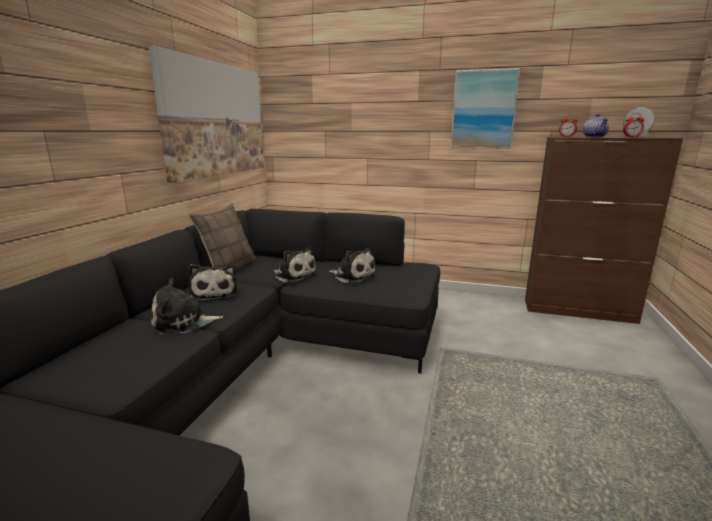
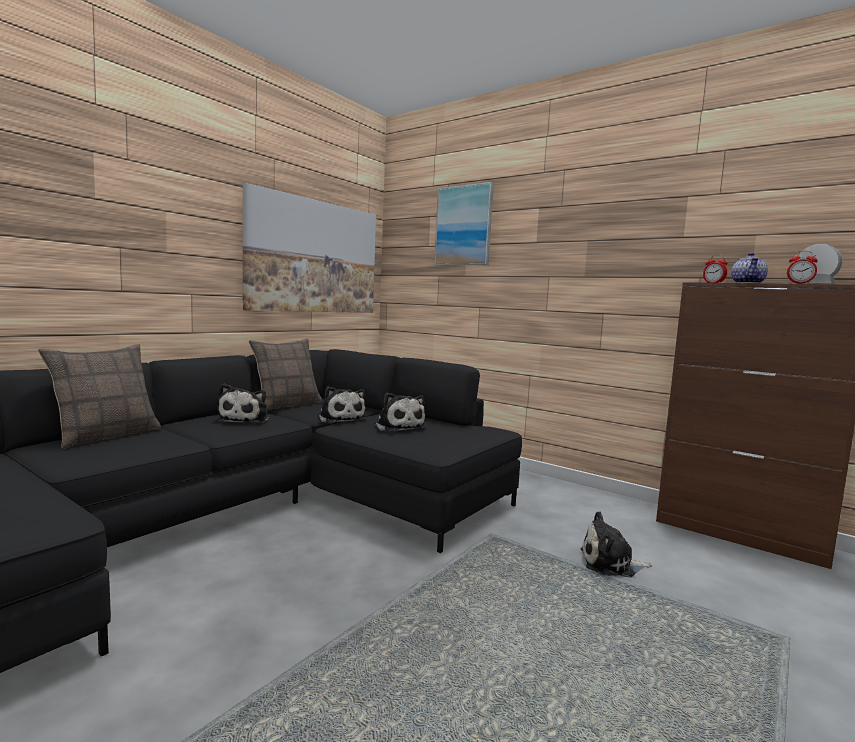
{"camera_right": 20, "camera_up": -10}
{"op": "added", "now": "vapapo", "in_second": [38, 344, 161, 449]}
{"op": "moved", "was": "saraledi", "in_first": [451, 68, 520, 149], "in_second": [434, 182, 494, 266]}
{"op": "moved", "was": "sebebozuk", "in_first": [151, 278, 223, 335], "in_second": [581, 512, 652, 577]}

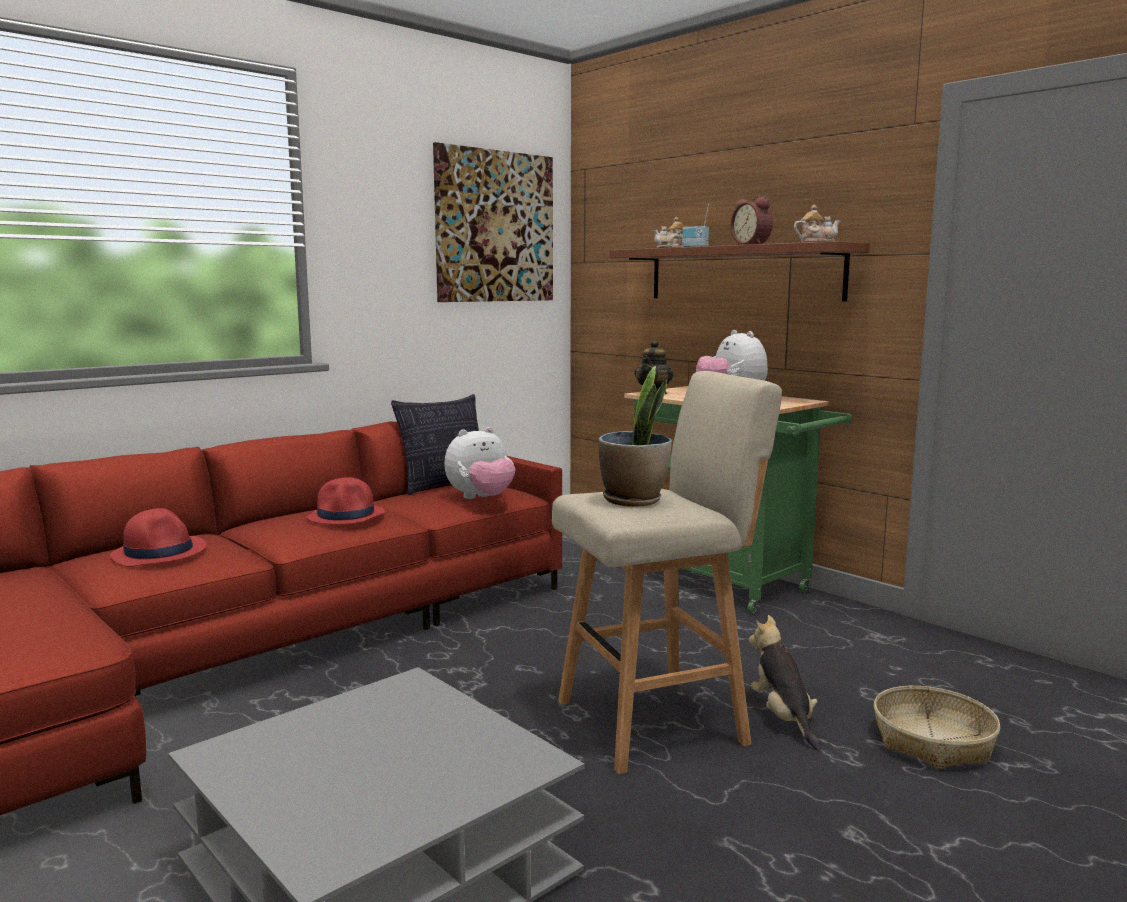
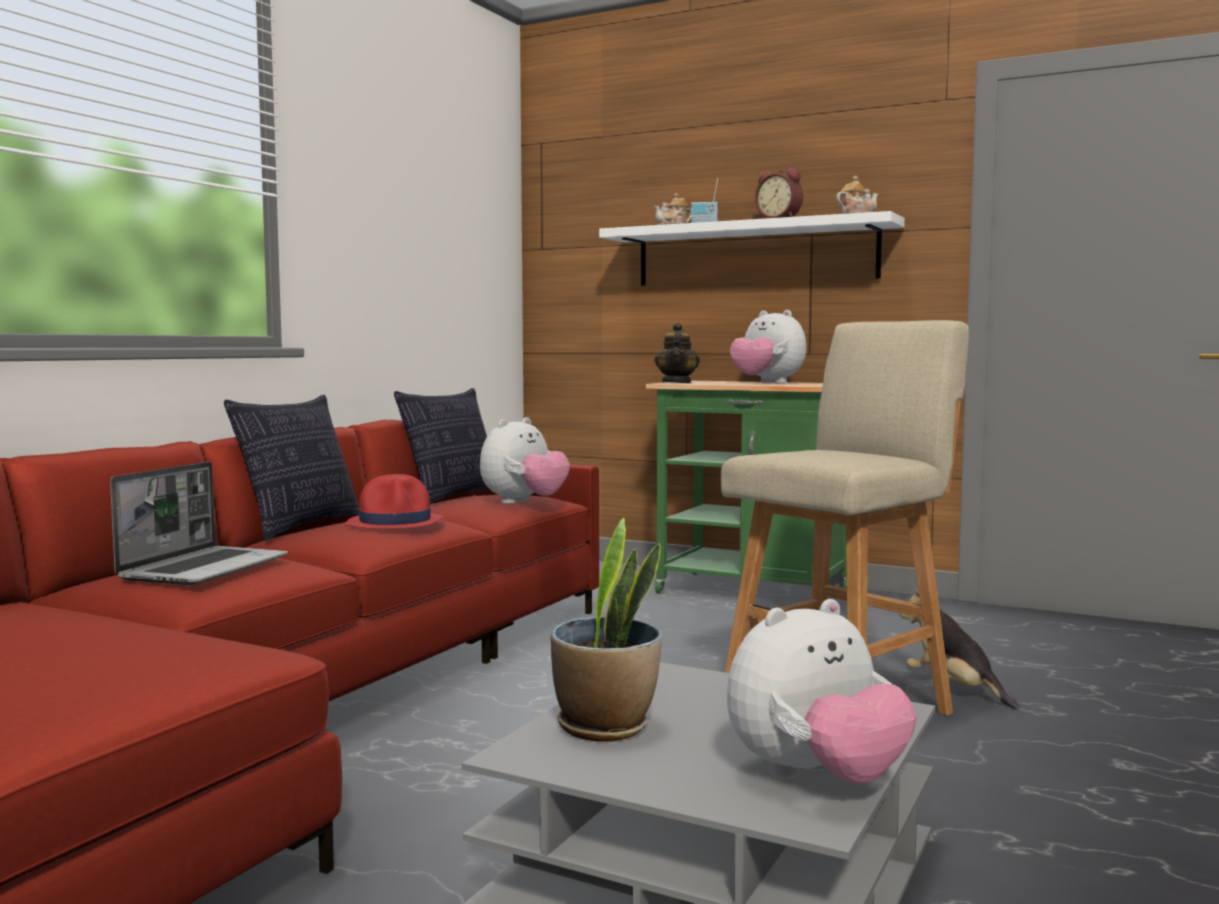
{"camera_right": -20, "camera_up": -5}
{"op": "replaced", "was": "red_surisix", "now": "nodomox", "in_first": [110, 508, 207, 567], "in_second": [110, 462, 288, 585]}
{"op": "added", "now": "vapapo", "in_second": [224, 395, 360, 540]}
{"op": "moved", "was": "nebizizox", "in_first": [599, 366, 672, 507], "in_second": [551, 518, 662, 742]}
{"op": "recoloured", "was": "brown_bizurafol", "now": "white_bizurafol", "in_first": [609, 241, 870, 302], "in_second": [599, 211, 905, 286]}
{"op": "added", "now": "sebebozuk", "in_second": [727, 599, 917, 784]}
{"op": "removed", "was": "saraledi", "in_first": [433, 142, 553, 302]}
{"op": "removed", "was": "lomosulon", "in_first": [874, 686, 1001, 770]}

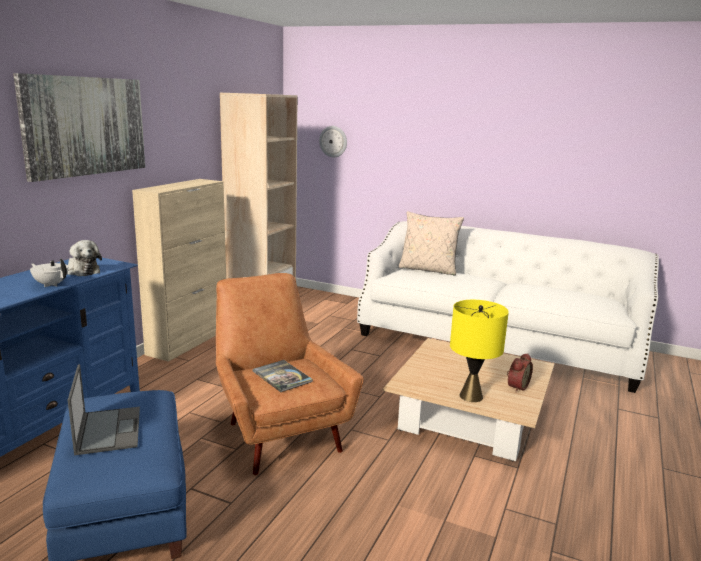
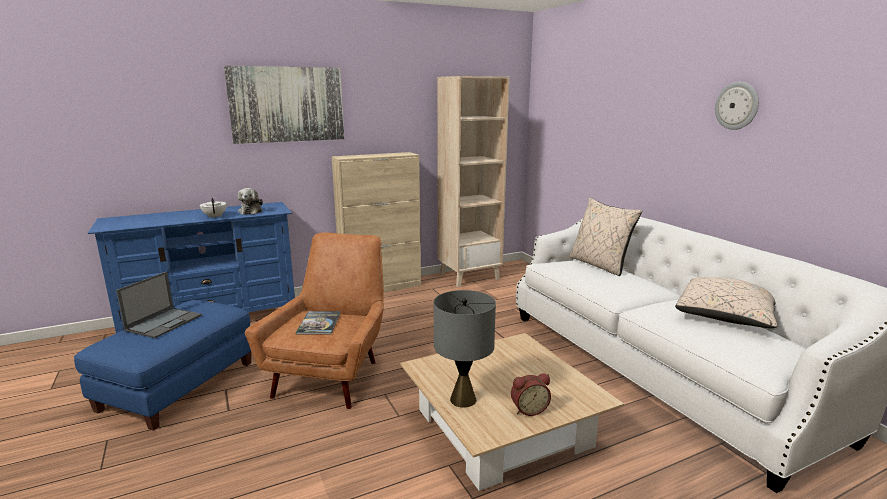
{"camera_right": 40, "camera_up": 0}
{"op": "recoloured", "was": "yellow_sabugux", "now": "grey_sabugux", "in_first": [450, 300, 509, 402], "in_second": [434, 290, 496, 408]}
{"op": "added", "now": "beige_vapapo", "in_second": [675, 277, 778, 328]}
{"op": "moved", "was": "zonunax", "in_first": [319, 126, 347, 158], "in_second": [715, 82, 759, 130]}

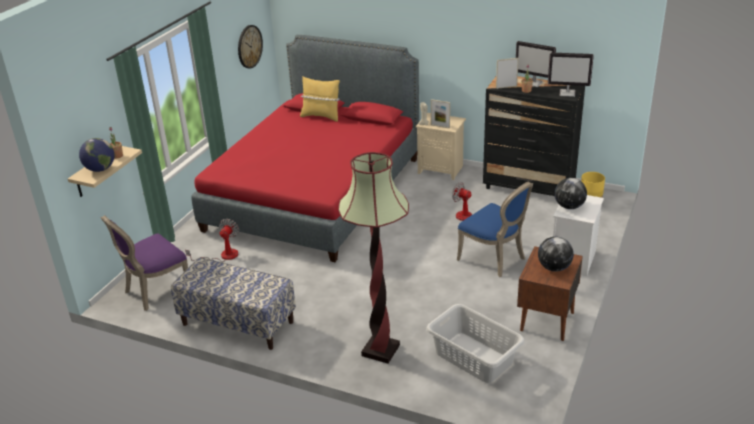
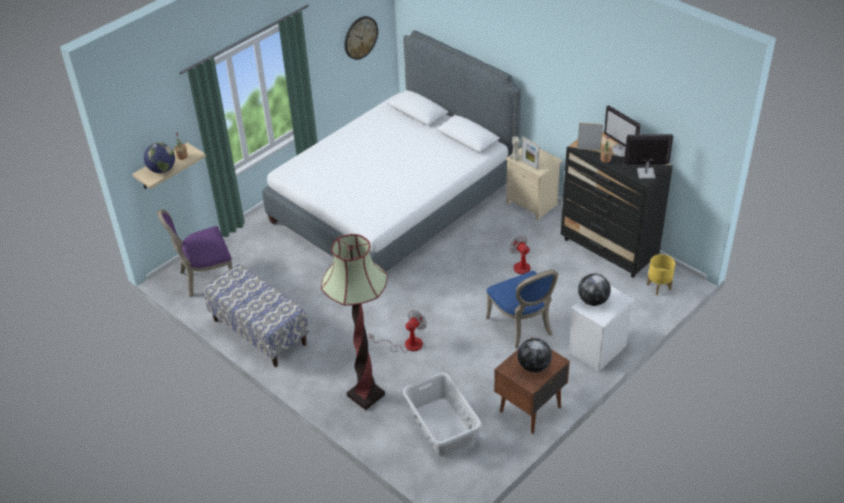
{"camera_right": 20, "camera_up": 10}
{"op": "recoloured", "was": "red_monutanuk", "now": "white_monutanuk", "in_first": [191, 35, 419, 262], "in_second": [262, 30, 521, 272]}
{"op": "moved", "was": "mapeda", "in_first": [185, 219, 239, 262], "in_second": [369, 310, 427, 353]}
{"op": "turned", "was": "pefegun", "in_first": [548, 53, 594, 97], "in_second": [624, 134, 673, 179], "clockwise": 150}
{"op": "removed", "was": "yellow_vapapo", "in_first": [300, 76, 340, 122]}

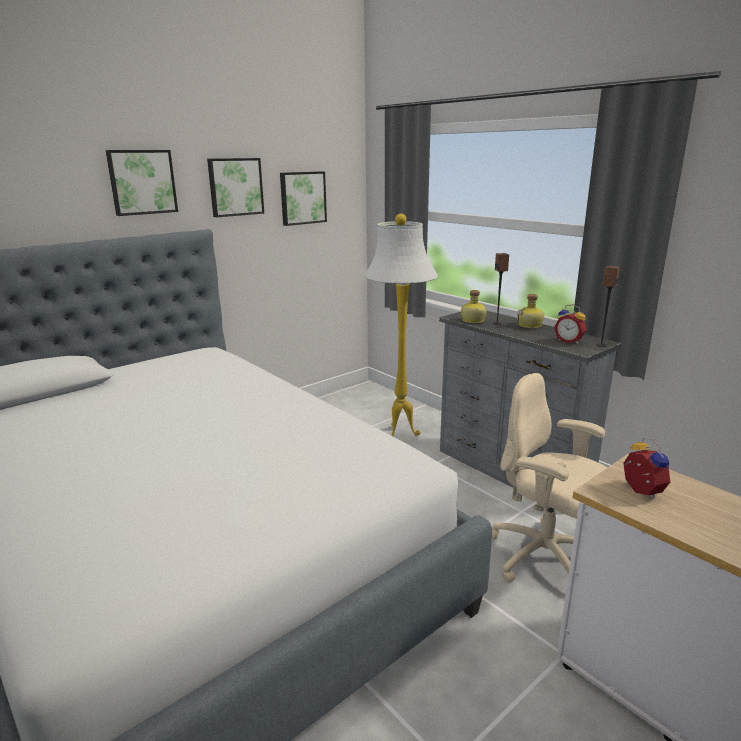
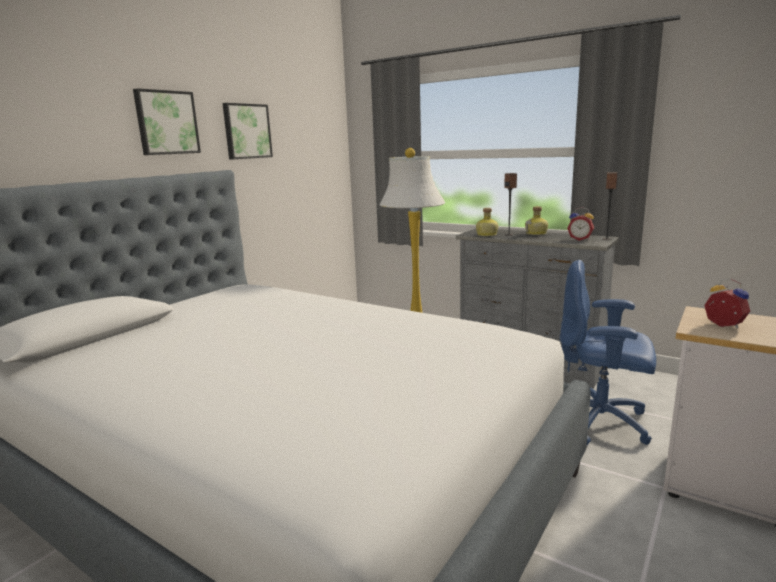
{"camera_right": -15, "camera_up": -5}
{"op": "recoloured", "was": "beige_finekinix", "now": "blue_finekinix", "in_first": [492, 373, 608, 583], "in_second": [560, 260, 656, 445]}
{"op": "removed", "was": "saraledi", "in_first": [280, 171, 327, 226]}

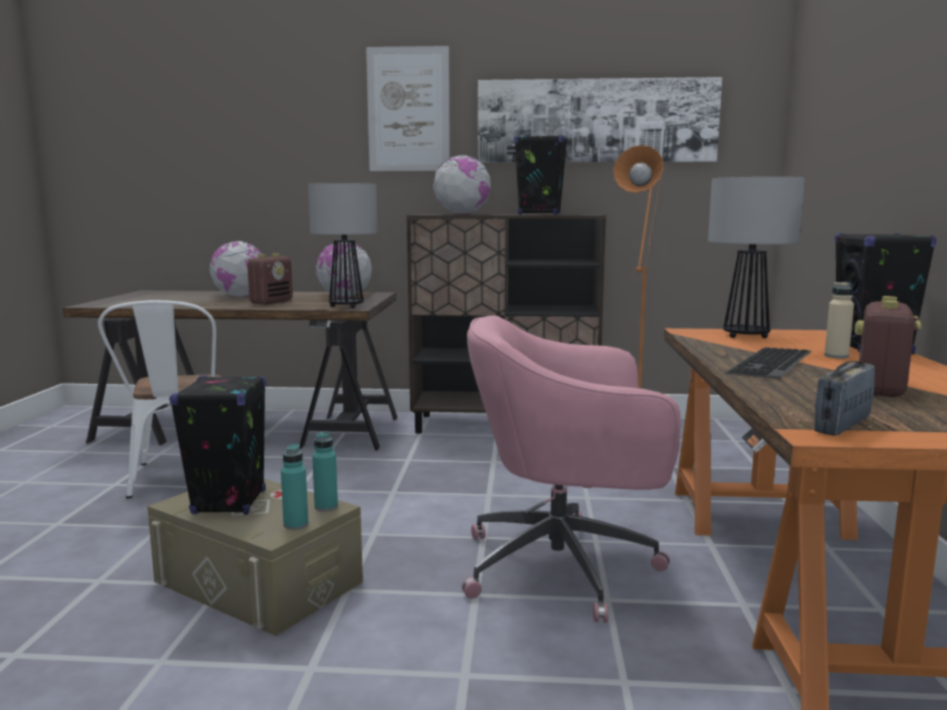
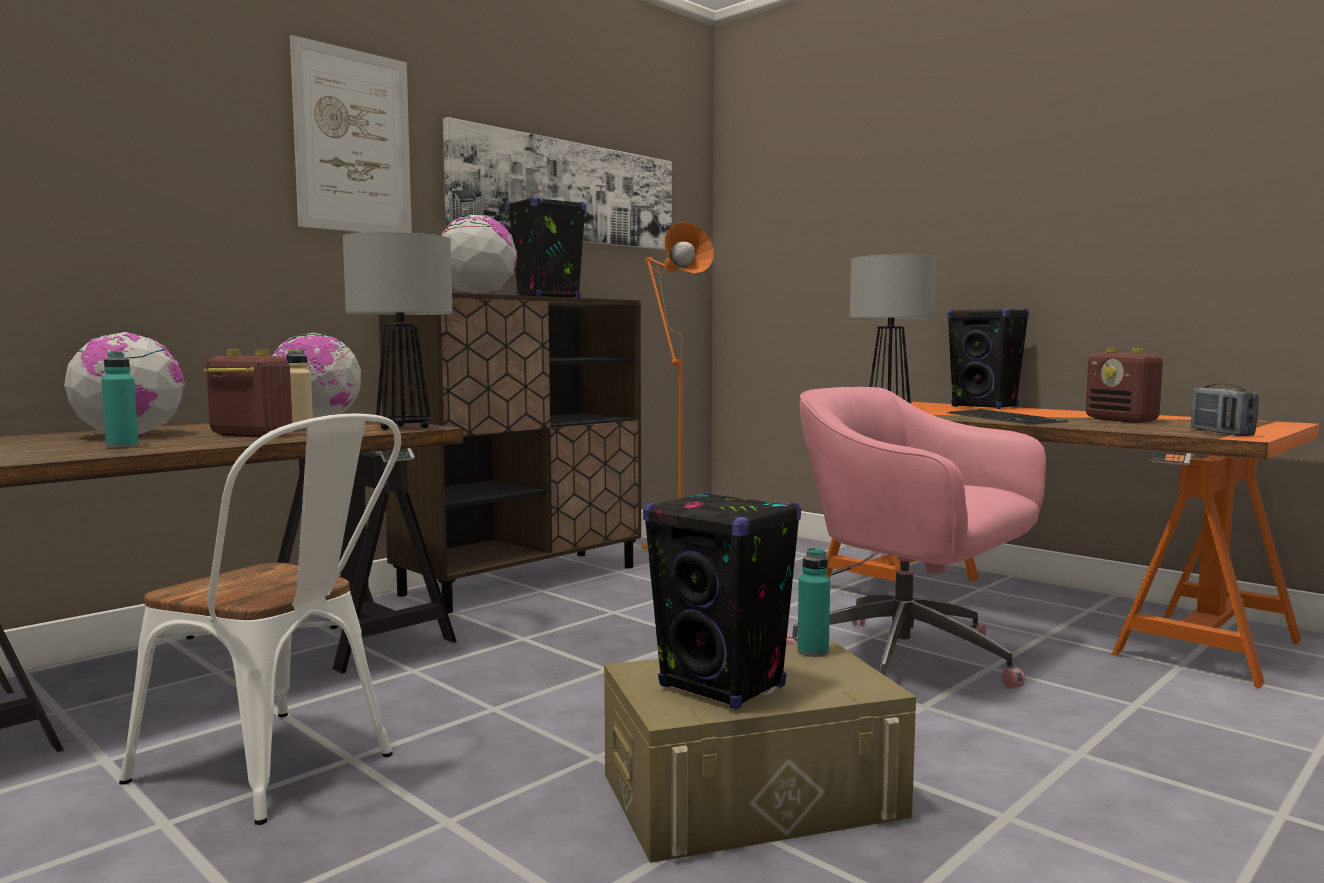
{"camera_right": -50, "camera_up": -5}
{"op": "moved", "was": "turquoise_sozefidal", "in_first": [281, 444, 308, 530], "in_second": [101, 351, 138, 448]}
{"op": "turned", "was": "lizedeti", "in_first": [247, 253, 293, 305], "in_second": [204, 350, 292, 437], "clockwise": -45}
{"op": "moved", "was": "beige_sozefidal", "in_first": [824, 282, 854, 358], "in_second": [286, 349, 313, 431]}
{"op": "turned", "was": "pink_finekinix", "in_first": [462, 315, 681, 623], "in_second": [786, 387, 1046, 689], "clockwise": 90}

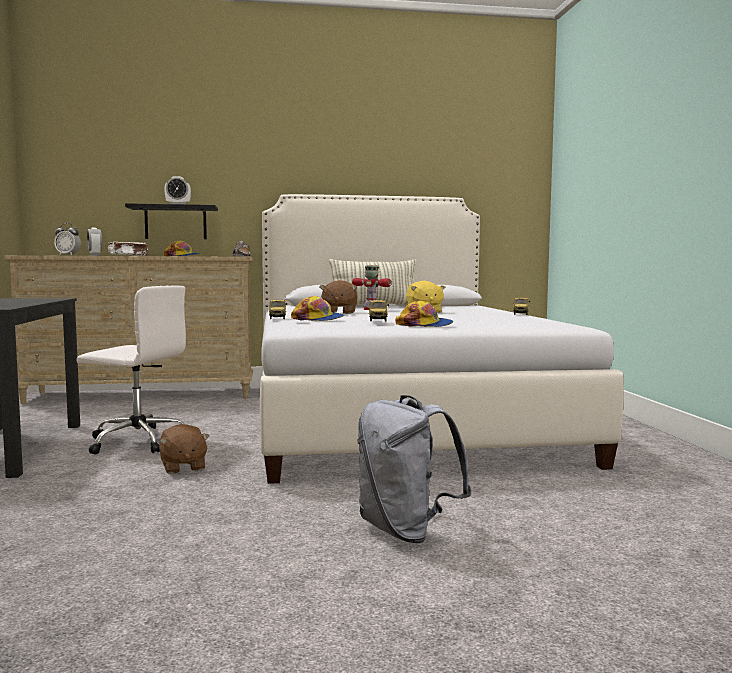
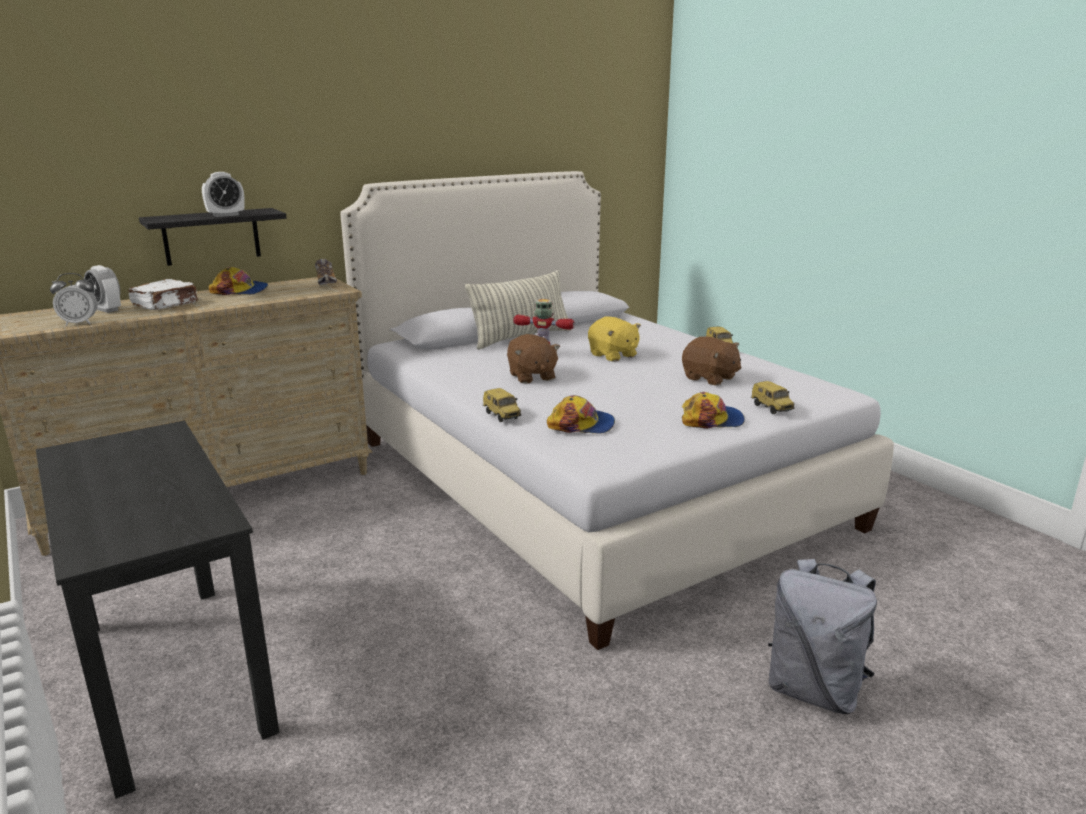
{"camera_right": -25, "camera_up": 15}
{"op": "moved", "was": "brown_sebebozuk", "in_first": [159, 424, 210, 474], "in_second": [682, 336, 741, 386]}
{"op": "moved", "was": "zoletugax", "in_first": [369, 300, 389, 322], "in_second": [751, 381, 795, 414]}
{"op": "removed", "was": "white_finekinix", "in_first": [76, 285, 186, 455]}

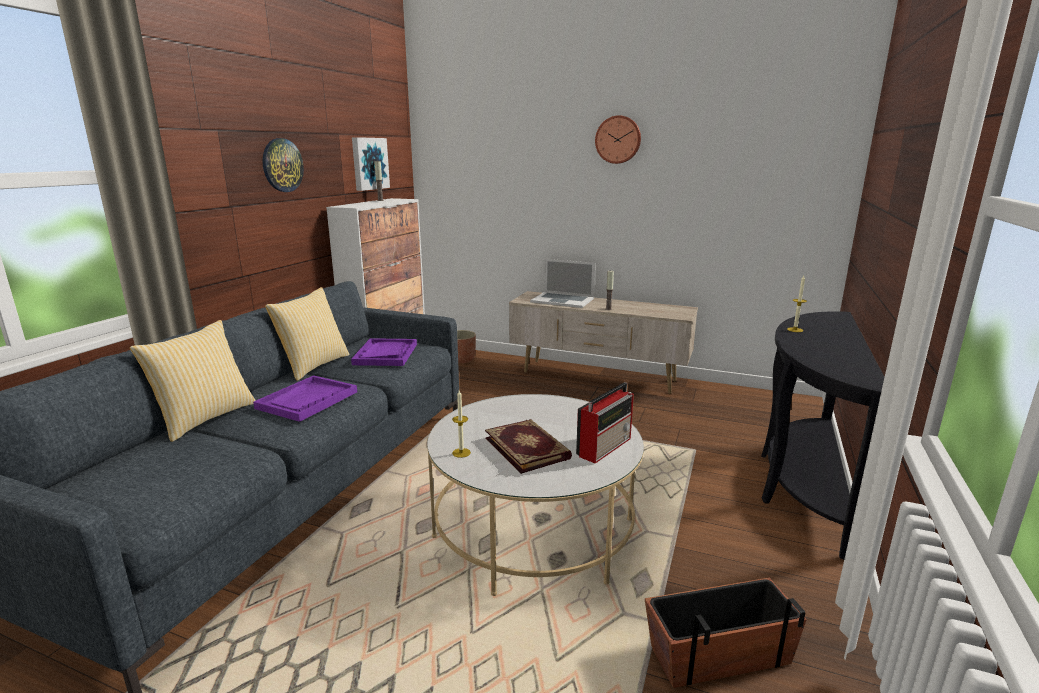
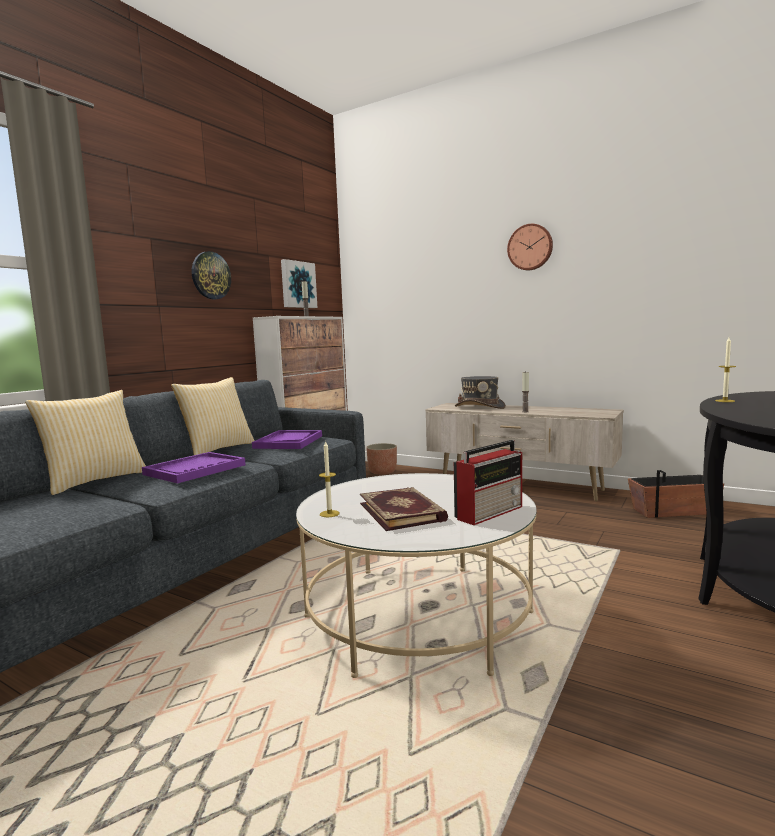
{"camera_right": 10, "camera_up": -10}
{"op": "replaced", "was": "nodomox", "now": "grey_surisix", "in_first": [530, 259, 595, 308], "in_second": [455, 376, 506, 409]}
{"op": "moved", "was": "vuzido", "in_first": [645, 578, 807, 688], "in_second": [628, 470, 724, 518]}

